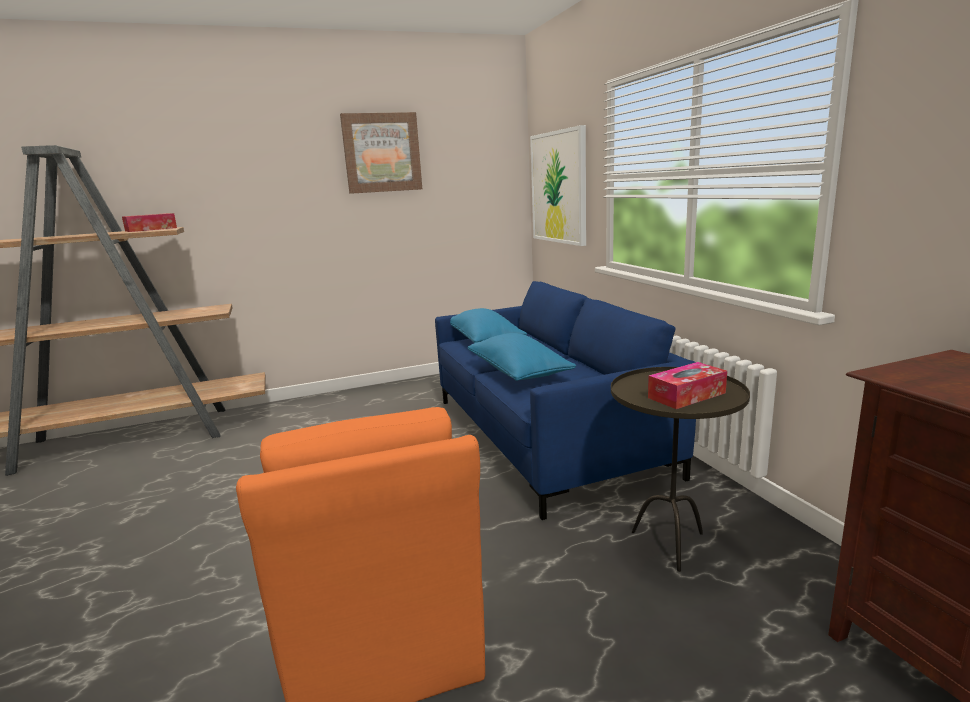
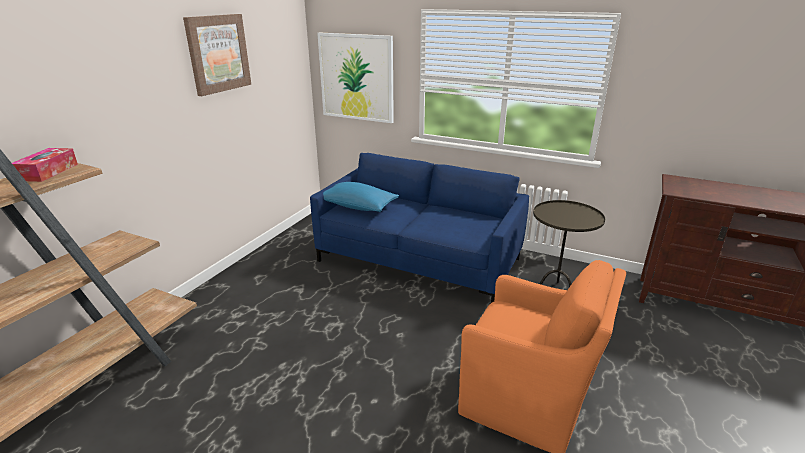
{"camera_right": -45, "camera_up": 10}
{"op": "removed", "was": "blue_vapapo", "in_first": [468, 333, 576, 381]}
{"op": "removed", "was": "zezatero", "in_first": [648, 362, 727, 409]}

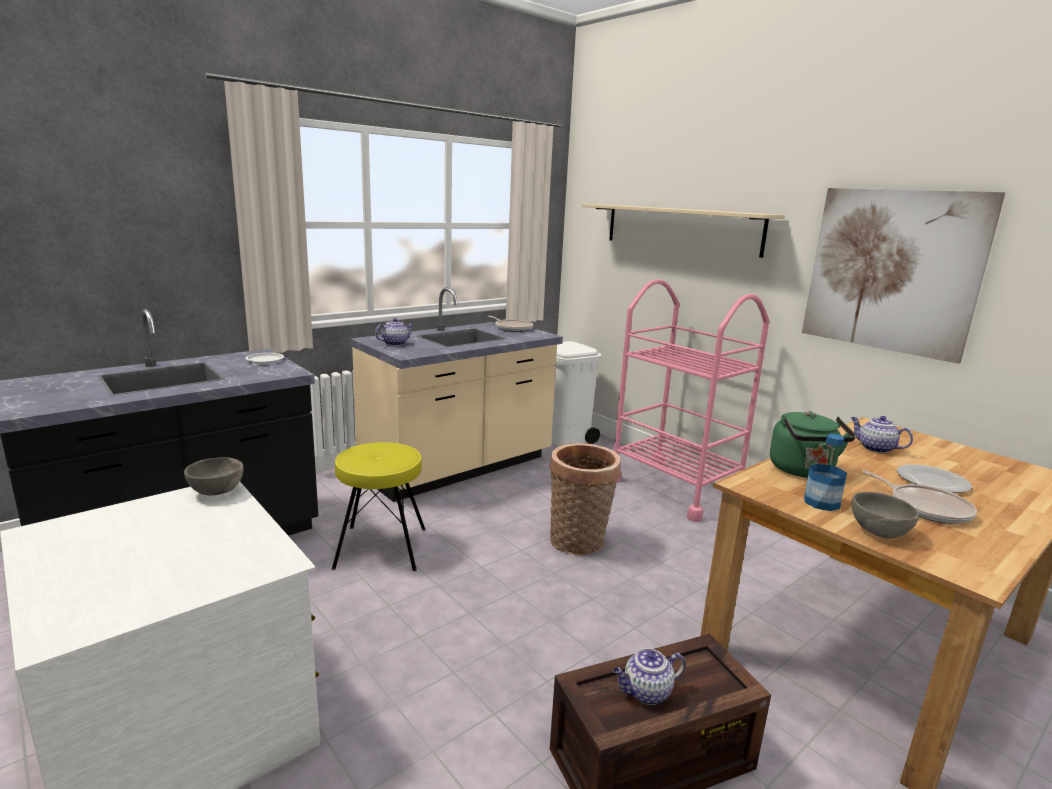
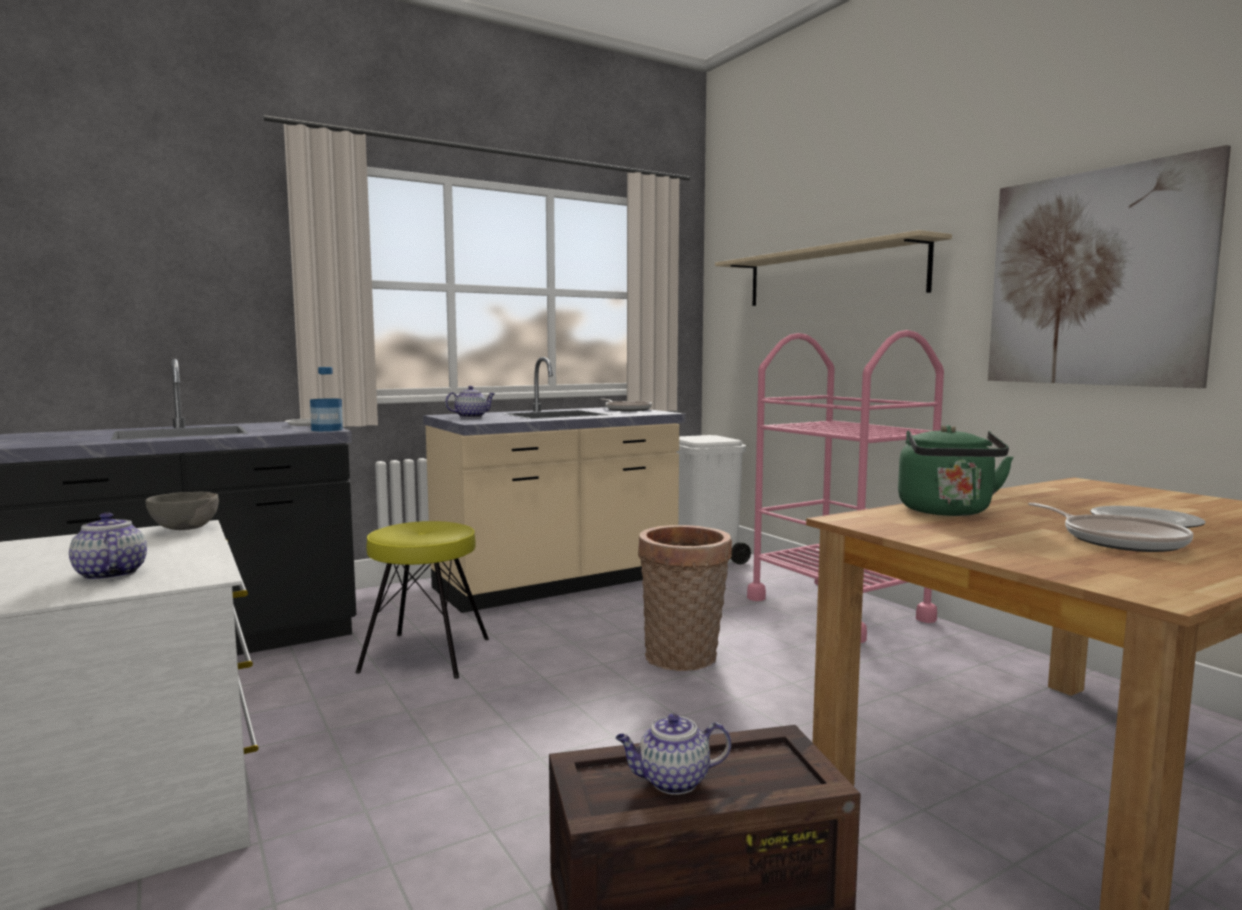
{"camera_right": 10, "camera_up": -10}
{"op": "moved", "was": "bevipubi", "in_first": [851, 416, 913, 453], "in_second": [69, 512, 147, 581]}
{"op": "moved", "was": "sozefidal", "in_first": [804, 434, 847, 511], "in_second": [310, 367, 343, 431]}
{"op": "removed", "was": "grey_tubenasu", "in_first": [852, 492, 919, 538]}

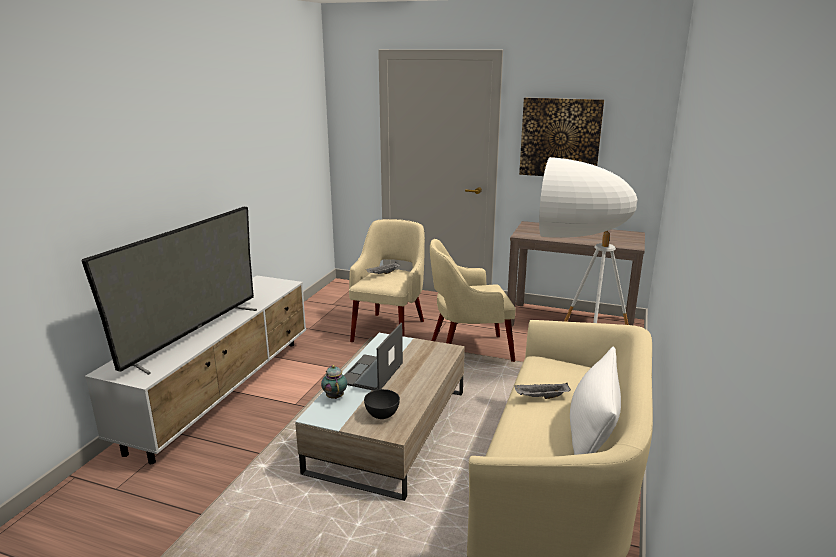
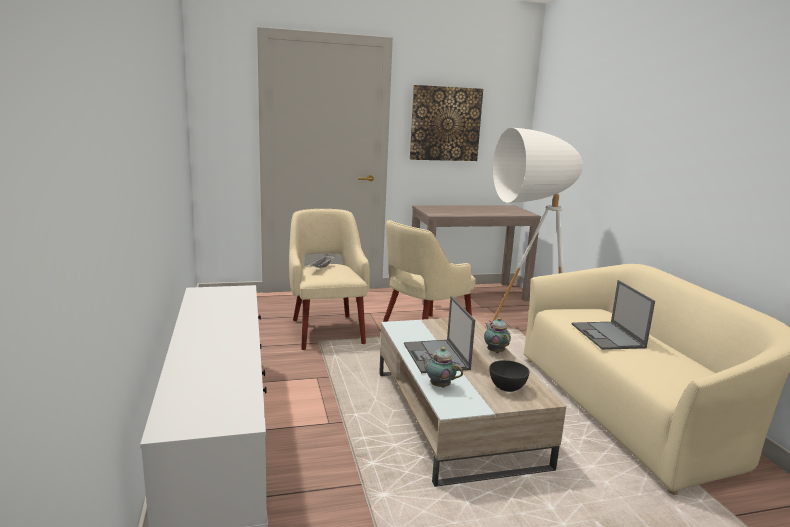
{"camera_right": -35, "camera_up": -5}
{"op": "added", "now": "bevipubi", "in_second": [484, 318, 511, 353]}
{"op": "replaced", "was": "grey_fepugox", "now": "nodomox", "in_first": [514, 383, 571, 399], "in_second": [572, 280, 655, 350]}
{"op": "removed", "was": "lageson", "in_first": [81, 207, 257, 375]}
{"op": "removed", "was": "white_vapapo", "in_first": [570, 347, 621, 455]}

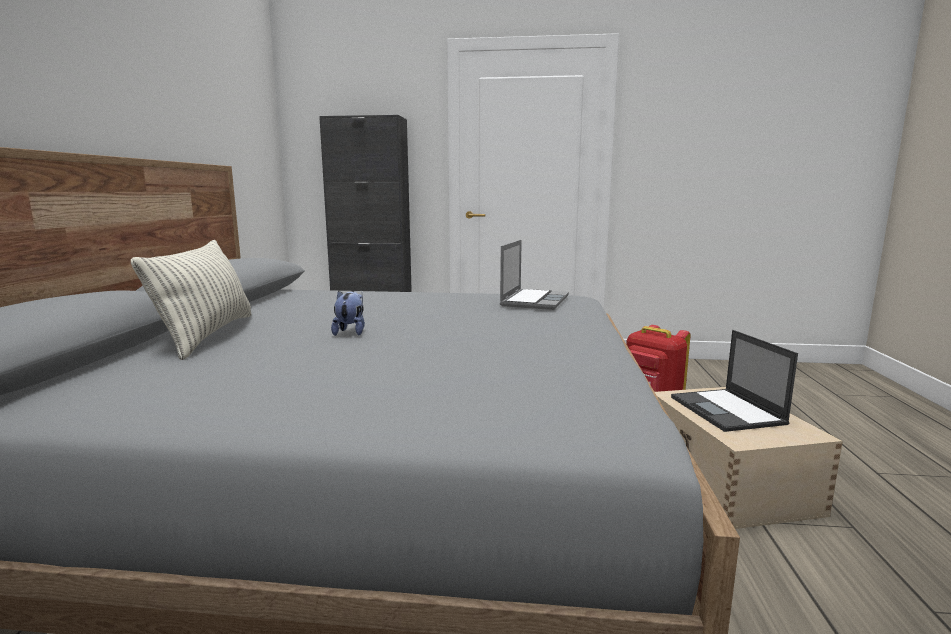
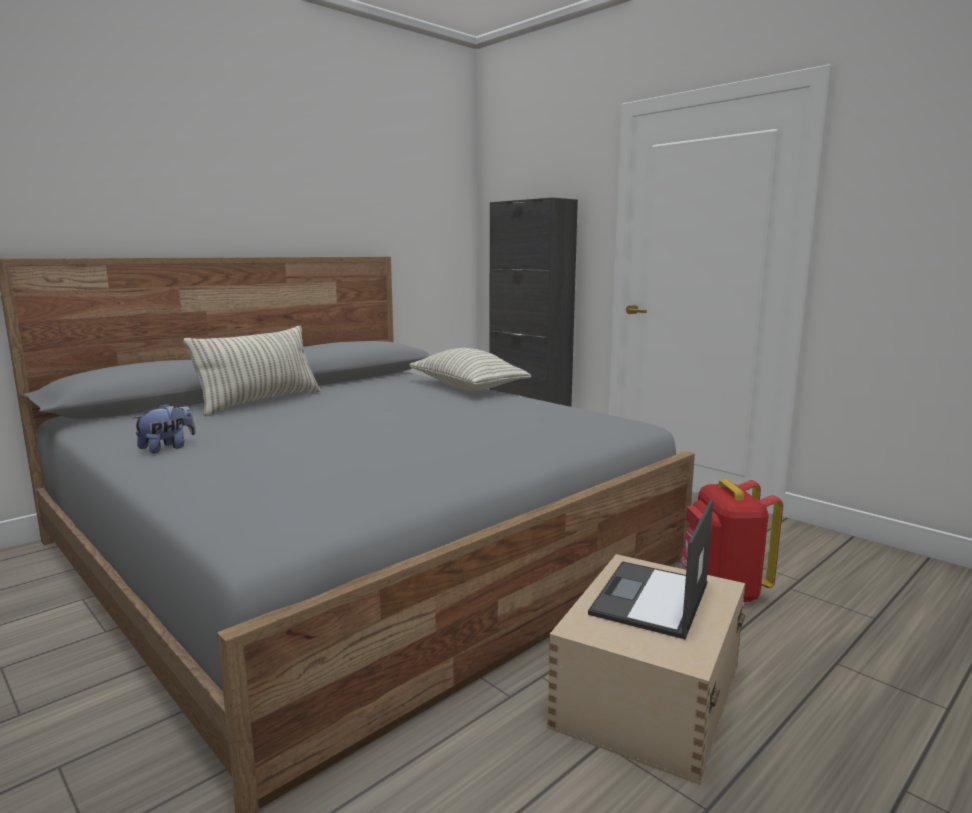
{"camera_right": 40, "camera_up": 0}
{"op": "moved", "was": "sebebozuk", "in_first": [331, 290, 365, 336], "in_second": [132, 403, 196, 453]}
{"op": "added", "now": "vapapo", "in_second": [409, 348, 531, 391]}
{"op": "removed", "was": "nodomox", "in_first": [500, 240, 569, 310]}

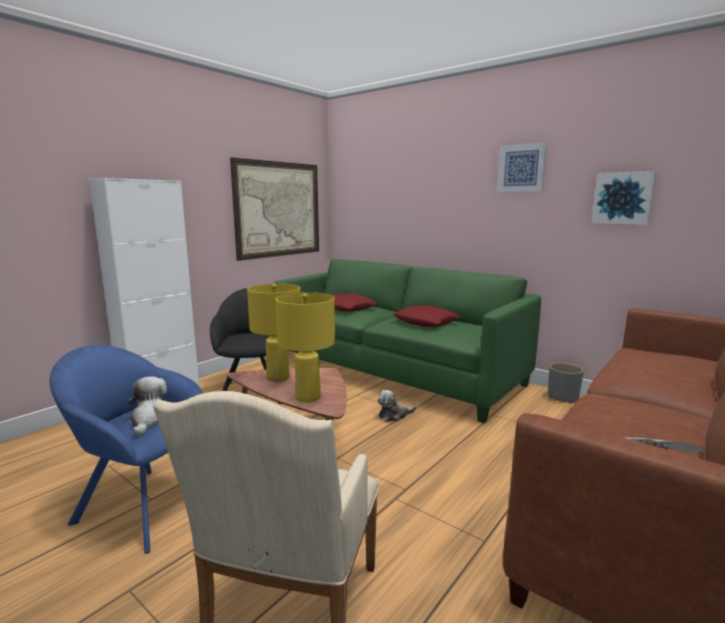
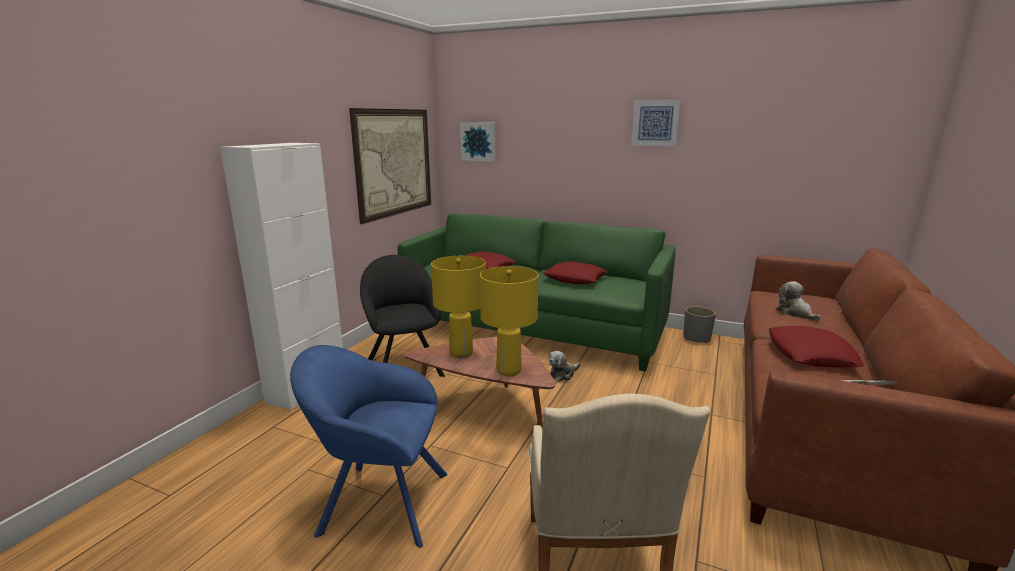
{"camera_right": -15, "camera_up": 5}
{"op": "moved", "was": "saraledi", "in_first": [592, 171, 656, 225], "in_second": [460, 122, 496, 162]}
{"op": "added", "now": "red_vapapo", "in_second": [769, 326, 864, 368]}
{"op": "moved", "was": "sebebozuk", "in_first": [127, 377, 167, 436], "in_second": [776, 281, 821, 321]}

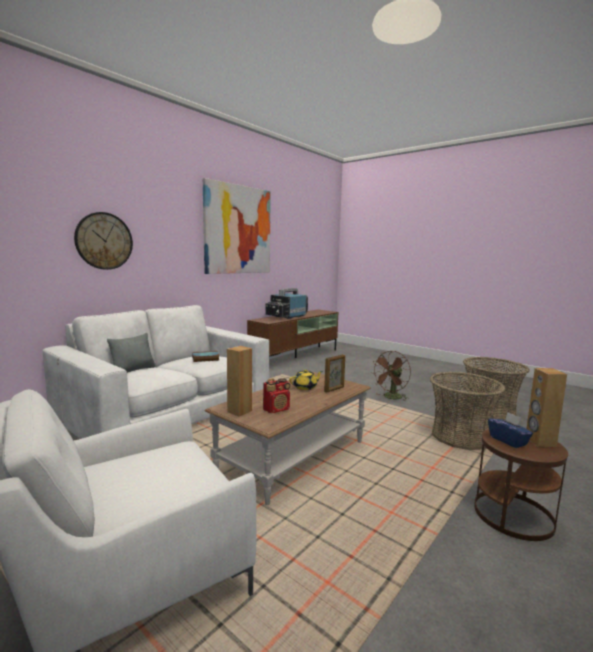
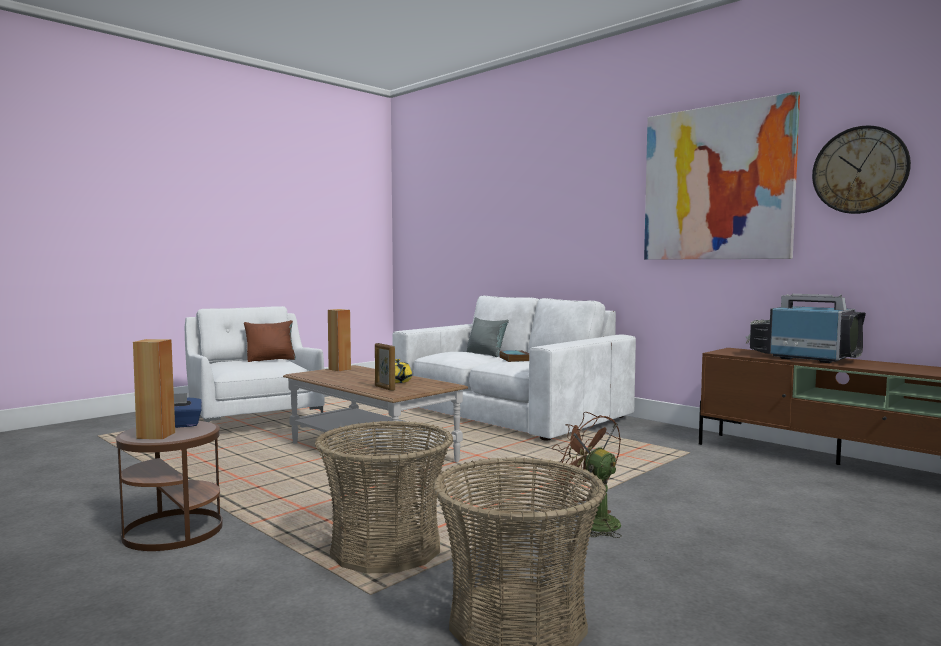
{"camera_right": 95, "camera_up": -5}
{"op": "added", "now": "brown_vapapo", "in_second": [244, 320, 296, 362]}
{"op": "moved", "was": "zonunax", "in_first": [74, 212, 133, 270], "in_second": [812, 126, 911, 214]}
{"op": "removed", "was": "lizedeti", "in_first": [263, 378, 290, 413]}

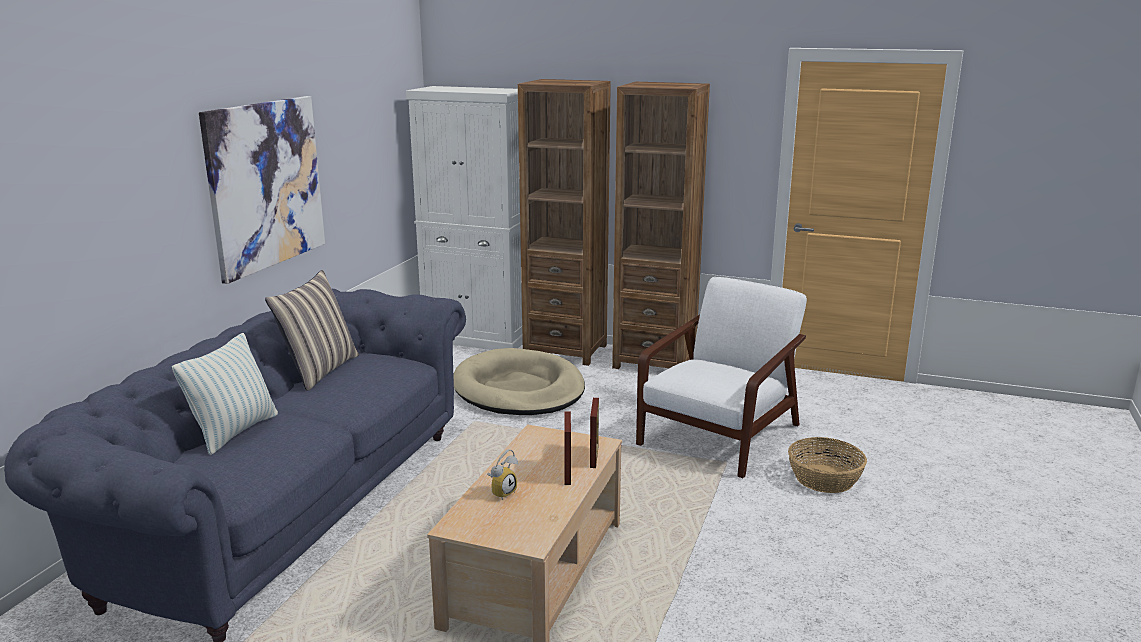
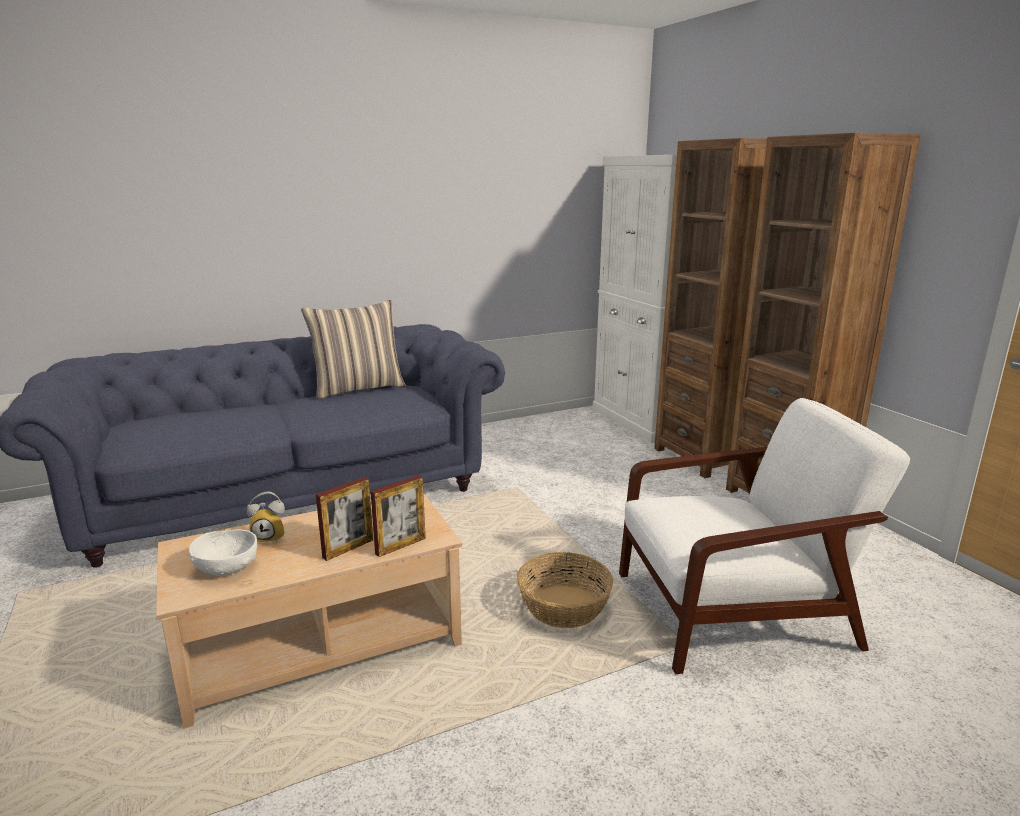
{"camera_right": 45, "camera_up": 0}
{"op": "added", "now": "white_tubenasu", "in_second": [189, 529, 257, 575]}
{"op": "moved", "was": "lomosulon", "in_first": [788, 437, 867, 493], "in_second": [517, 552, 613, 628]}
{"op": "removed", "was": "vapapo", "in_first": [172, 333, 278, 455]}
{"op": "removed", "was": "saraledi", "in_first": [199, 96, 325, 284]}
{"op": "removed", "was": "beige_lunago", "in_first": [453, 348, 585, 415]}

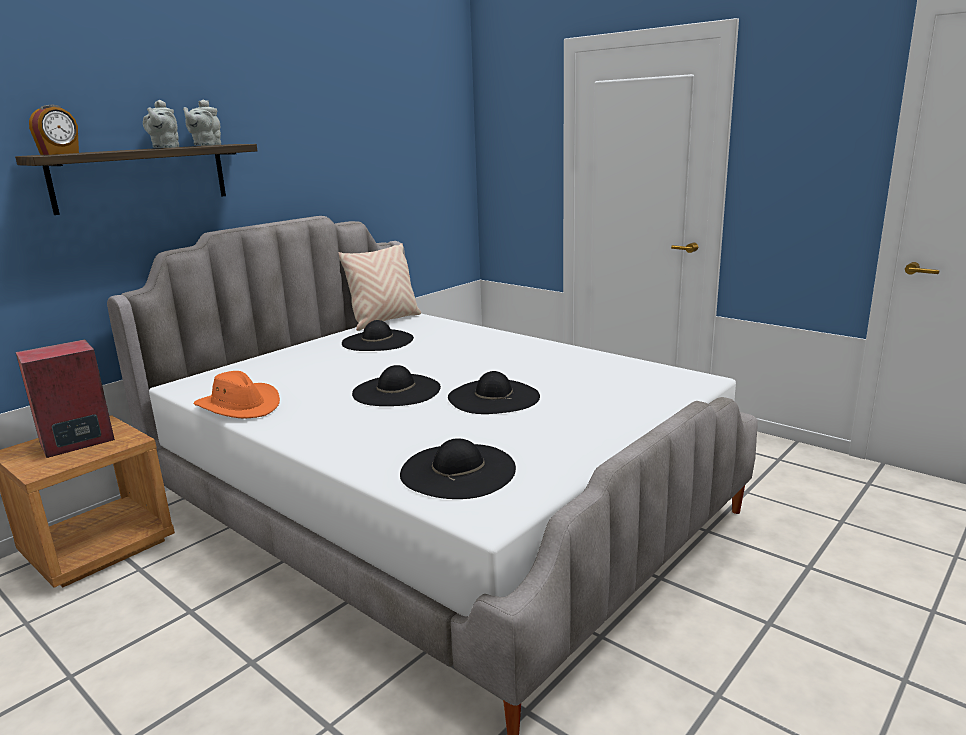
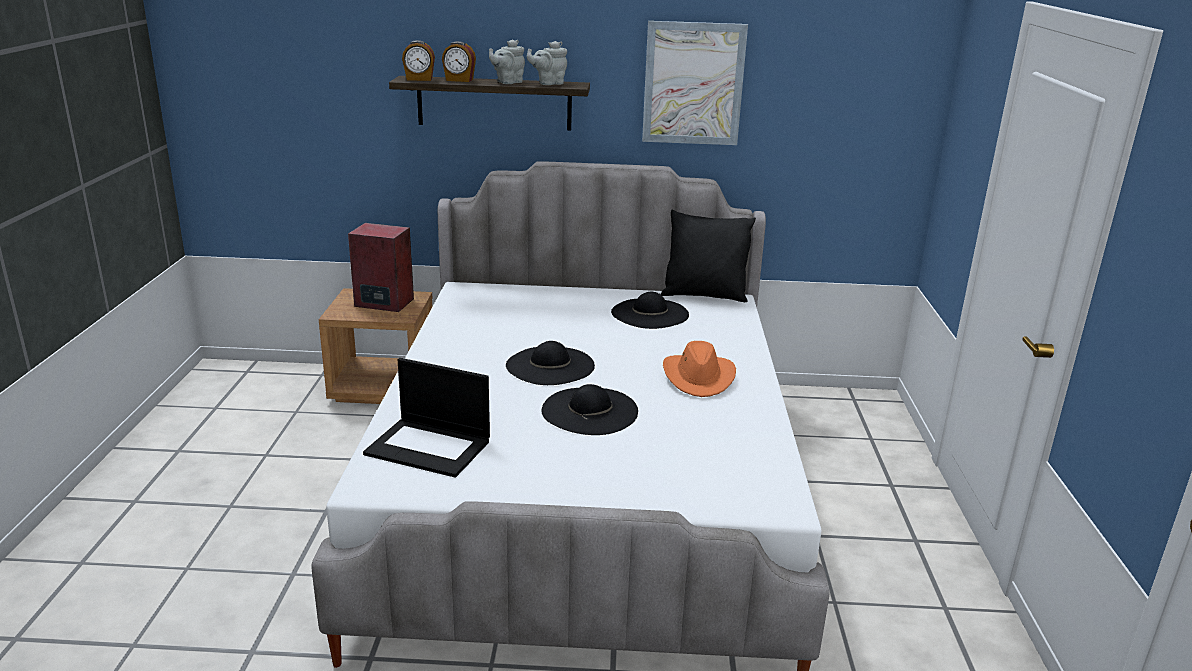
{"camera_right": 50, "camera_up": 5}
{"op": "replaced", "was": "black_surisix", "now": "nodomox", "in_first": [400, 438, 516, 499], "in_second": [363, 358, 490, 478]}
{"op": "added", "now": "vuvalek", "in_second": [442, 41, 476, 82]}
{"op": "added", "now": "saraledi", "in_second": [642, 21, 748, 145]}
{"op": "recoloured", "was": "beige_vapapo", "now": "black_vapapo", "in_first": [339, 243, 421, 331], "in_second": [661, 210, 756, 302]}
{"op": "moved", "was": "orange_surisix", "in_first": [193, 371, 280, 418], "in_second": [663, 341, 736, 397]}

